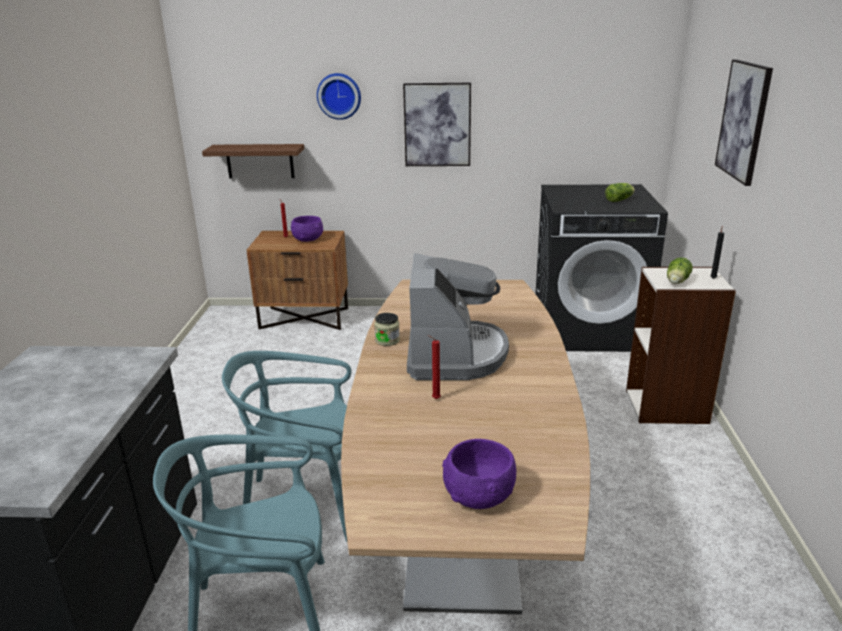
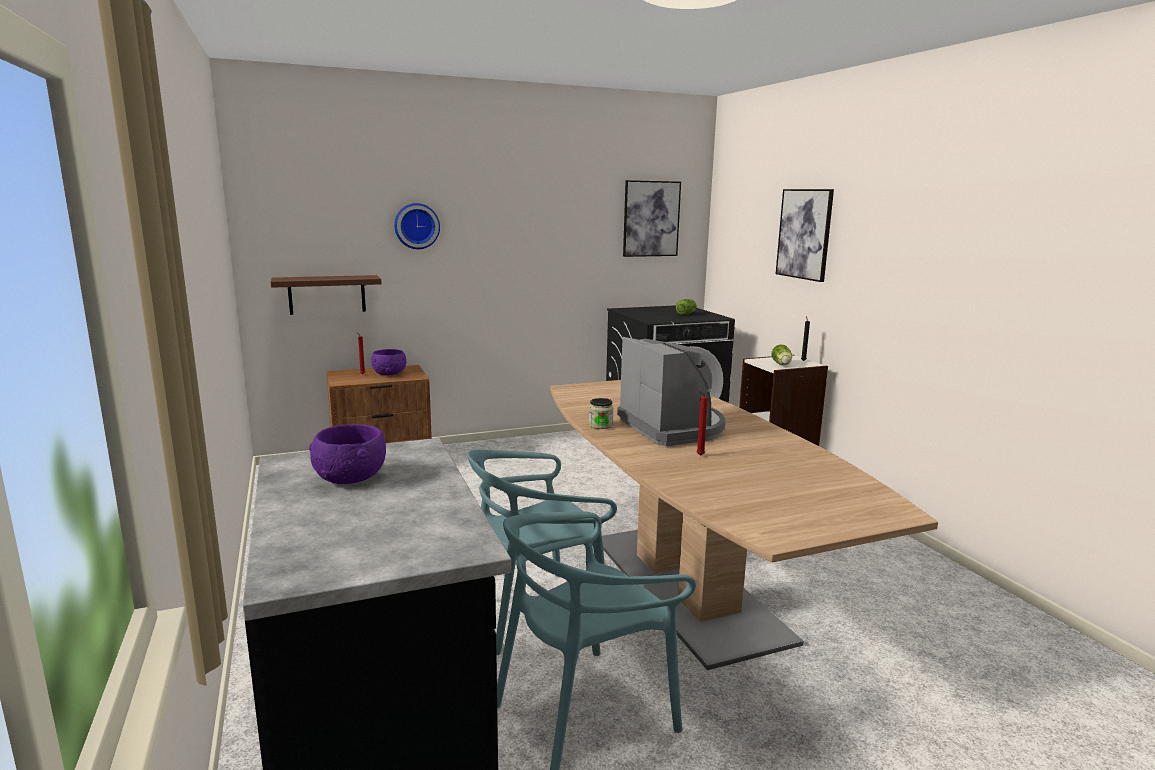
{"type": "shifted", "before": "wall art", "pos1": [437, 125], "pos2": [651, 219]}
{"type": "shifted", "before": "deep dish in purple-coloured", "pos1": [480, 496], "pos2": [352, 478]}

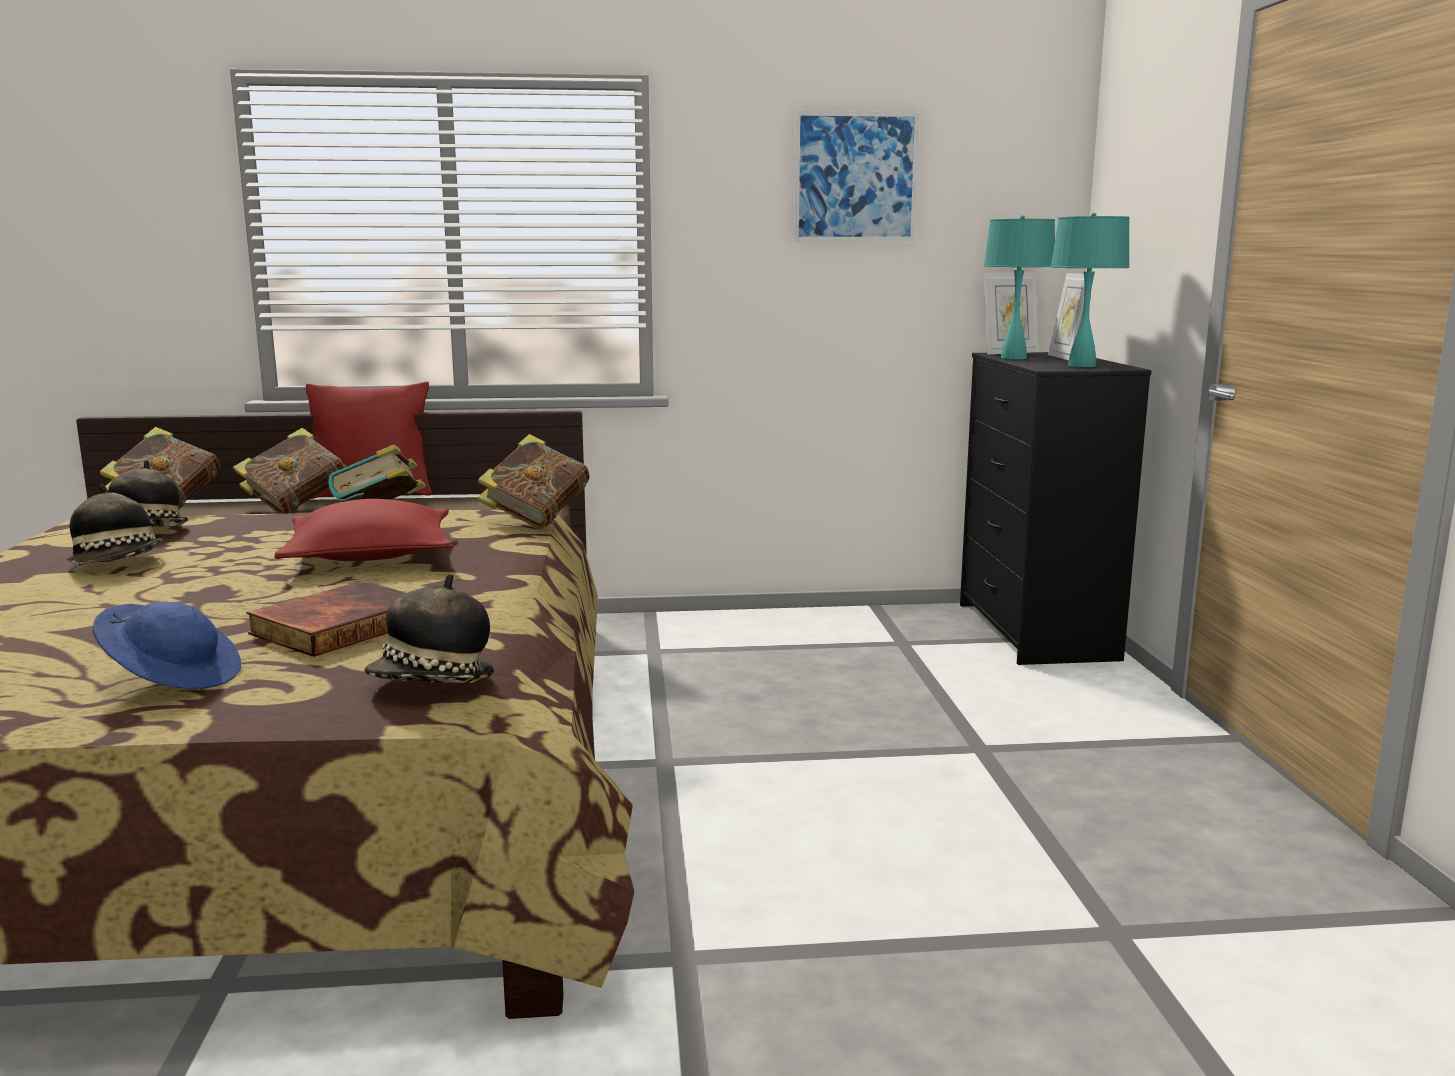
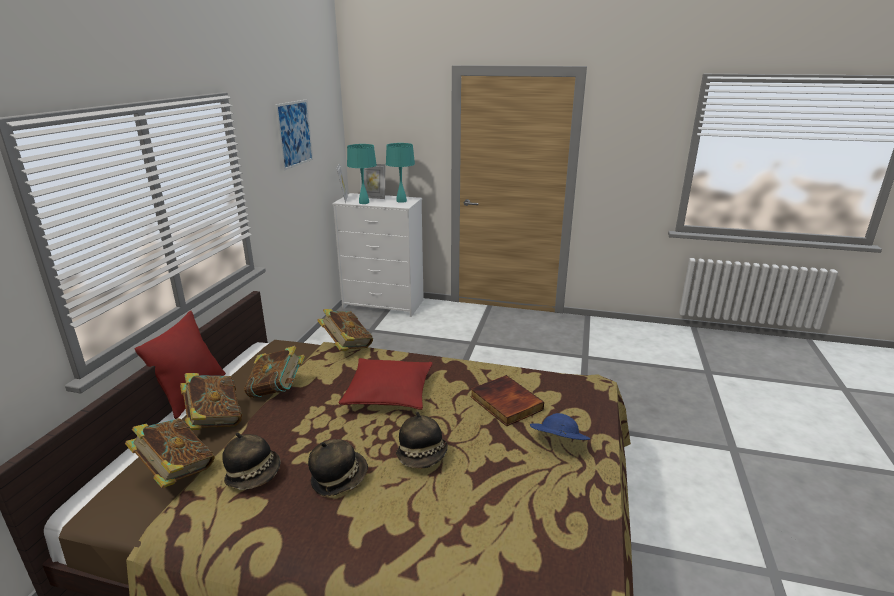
{"type": "shifted", "before": "wearable hat", "pos1": [432, 683], "pos2": [423, 456]}
{"type": "repainted", "before": "chest of drawers in black", "after": "chest of drawers in whitish", "pos1": [1036, 631], "pos2": [384, 304]}

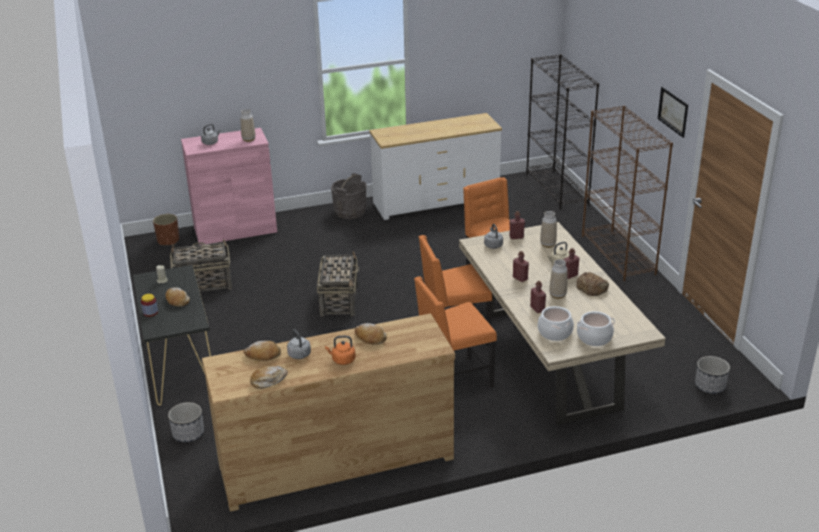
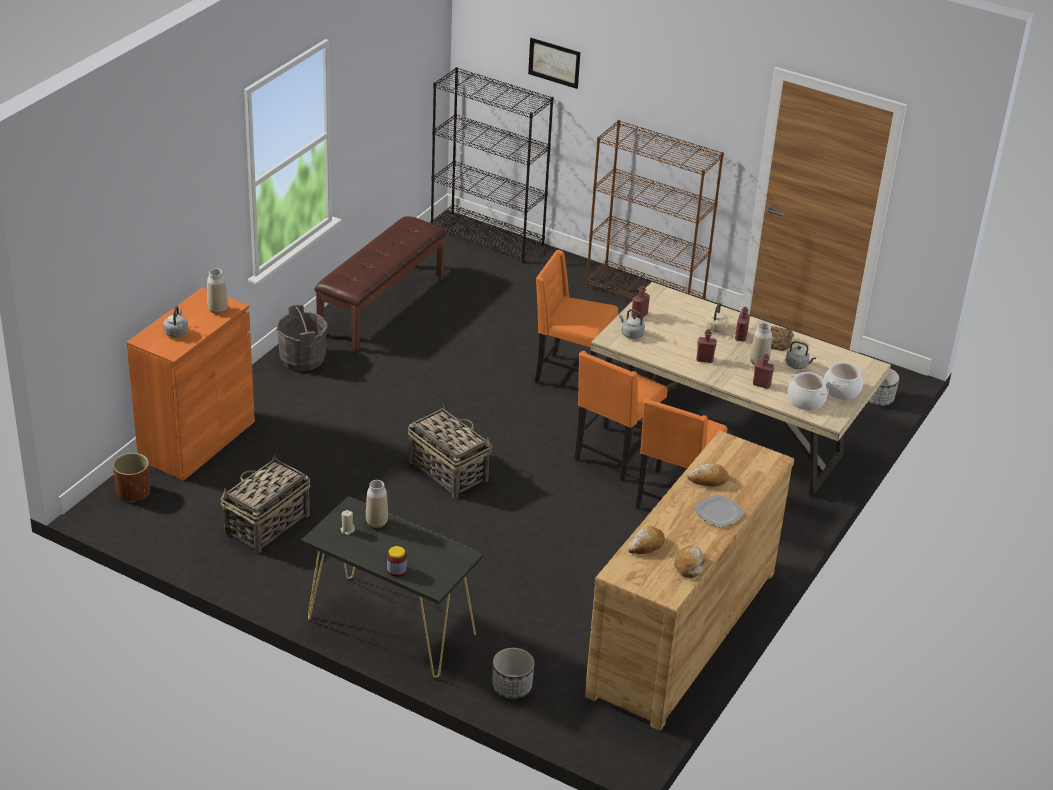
{"type": "gone", "before": "baked bread", "pos1": [177, 300]}
{"type": "repainted", "before": "storage cabinet in pinkish", "after": "storage cabinet in orange", "pos1": [235, 229], "pos2": [197, 440]}
{"type": "shifted", "before": "kettle in gray", "pos1": [300, 355], "pos2": [798, 365]}
{"type": "swapped", "before": "kettle in orange", "after": "plate", "pos1": [342, 360], "pos2": [719, 513]}
{"type": "swapped", "before": "chest of drawers in whitish", "after": "bench in brownish", "pos1": [435, 201], "pos2": [381, 306]}
{"type": "shifted", "before": "decorative vase", "pos1": [548, 245], "pos2": [376, 523]}
{"type": "shifted", "before": "wall art", "pos1": [673, 111], "pos2": [554, 62]}

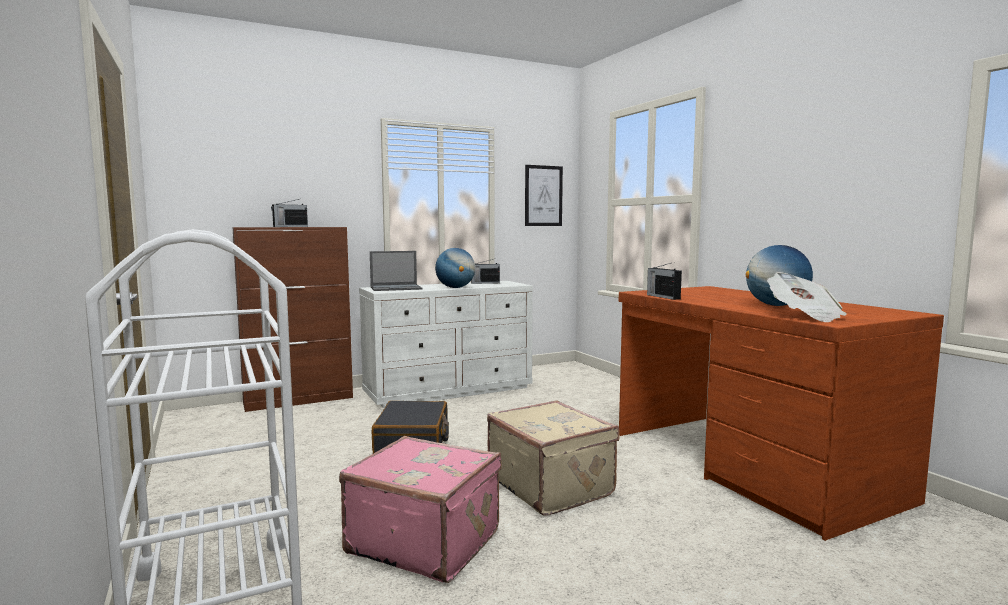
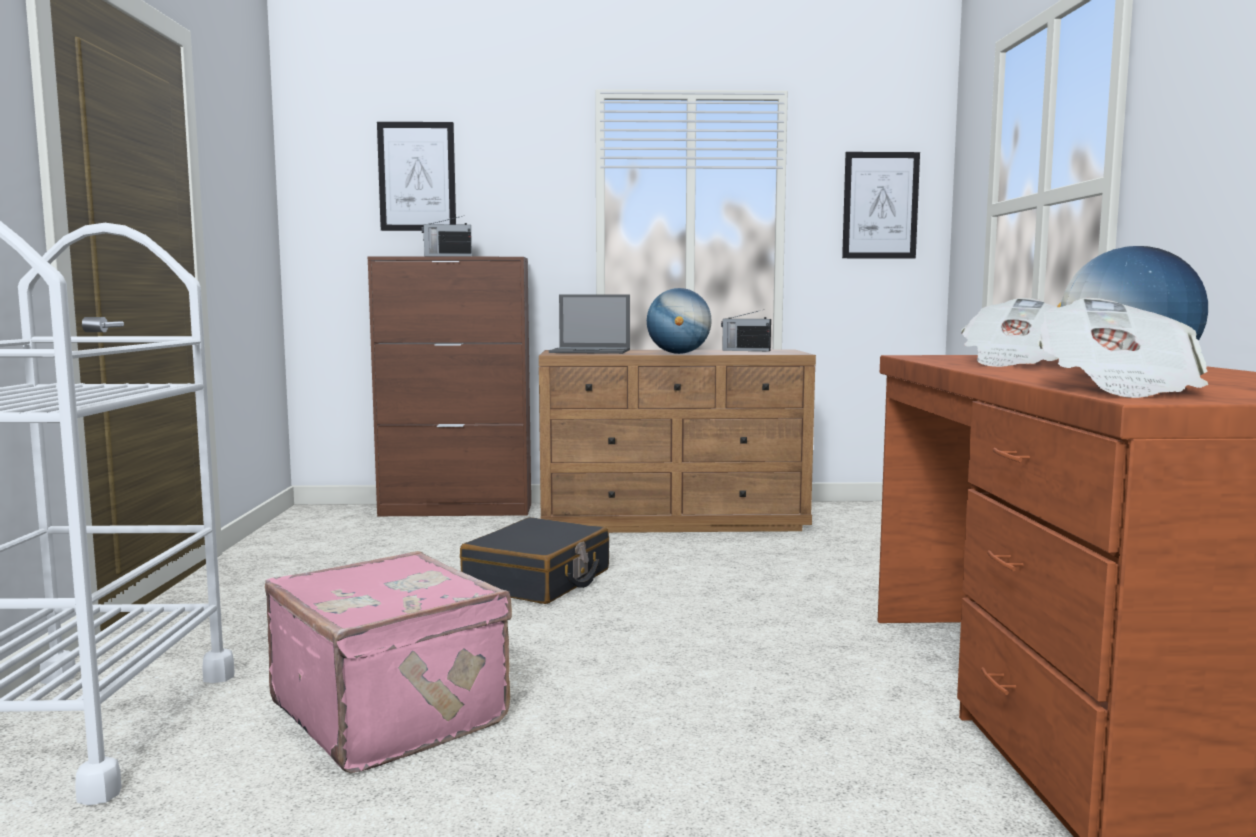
{"type": "repainted", "before": "chest of drawers in whitish", "after": "chest of drawers in brownish", "pos1": [450, 390], "pos2": [675, 521]}
{"type": "gone", "before": "piece of luggage in sand-coloured", "pos1": [551, 486]}
{"type": "gone", "before": "radio set", "pos1": [662, 297]}
{"type": "new", "after": "wall art", "pos2": [417, 176]}
{"type": "new", "after": "newspaper", "pos2": [1015, 363]}

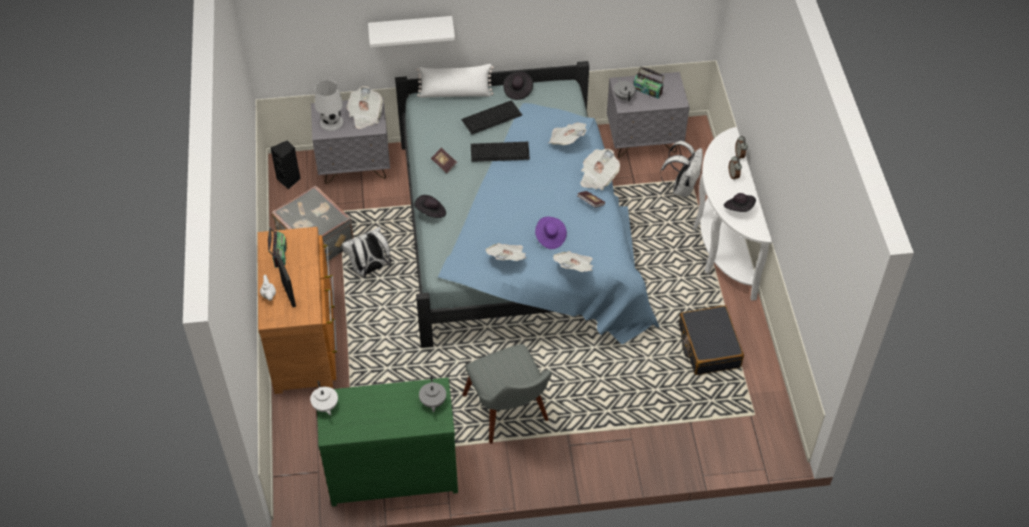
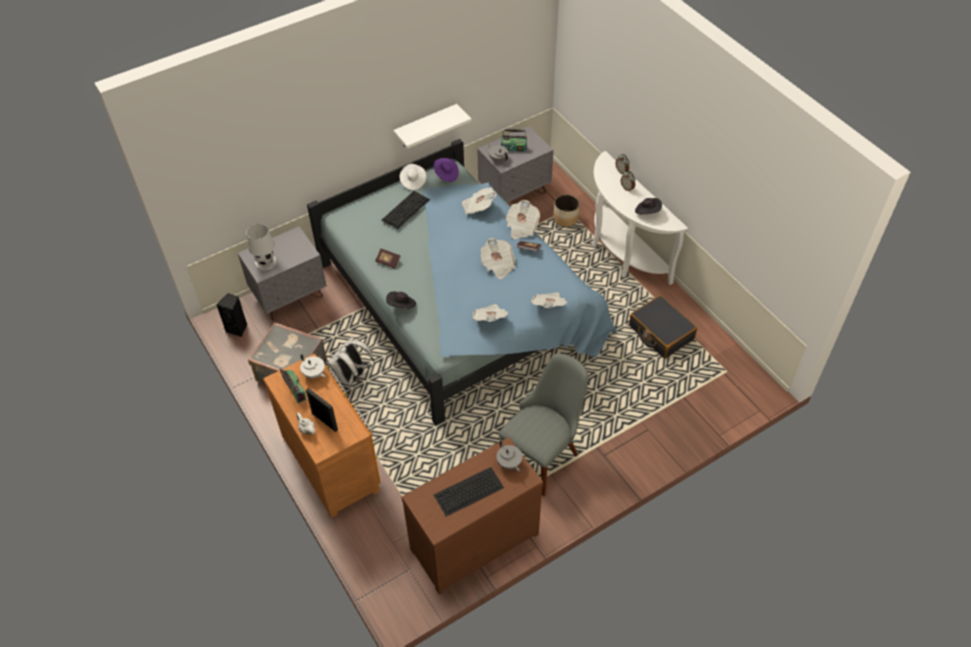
{"type": "shifted", "before": "pot for tea in whitish", "pos1": [325, 406], "pos2": [314, 374]}
{"type": "repainted", "before": "chest of drawers in greenish", "after": "chest of drawers in brownish", "pos1": [391, 469], "pos2": [472, 539]}
{"type": "shifted", "before": "newspaper", "pos1": [365, 115], "pos2": [498, 265]}
{"type": "shifted", "before": "wall shelf in whitish", "pos1": [410, 30], "pos2": [426, 126]}
{"type": "gone", "before": "pillow in whitish", "pos1": [455, 93]}
{"type": "rotated", "before": "upright chair in gray", "pos1": [511, 416], "pos2": [543, 451], "turn": -90}
{"type": "shifted", "before": "computer keyboard", "pos1": [499, 152], "pos2": [468, 492]}
{"type": "repainted", "before": "wearable hat in black", "after": "wearable hat in whitish", "pos1": [517, 90], "pos2": [413, 181]}
{"type": "shifted", "before": "wearable hat in purple-coloured", "pos1": [550, 238], "pos2": [446, 174]}
{"type": "swapped", "before": "backpack in whitish", "after": "plant pot", "pos1": [682, 187], "pos2": [565, 218]}

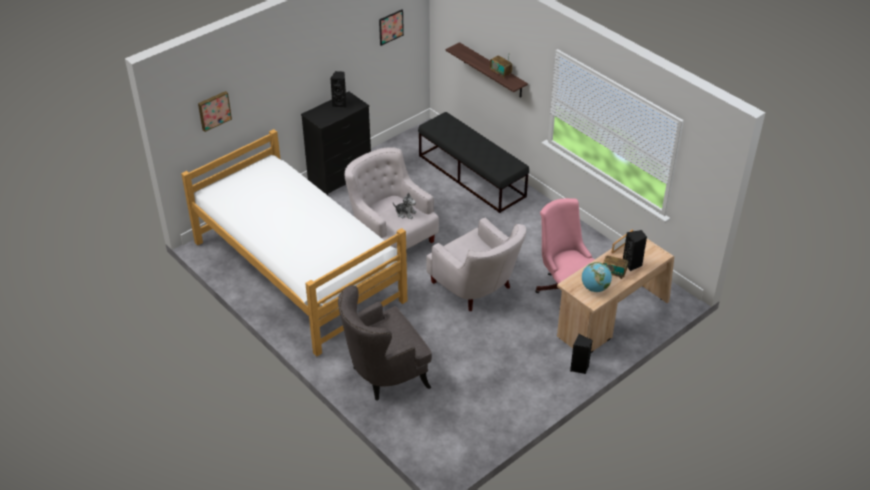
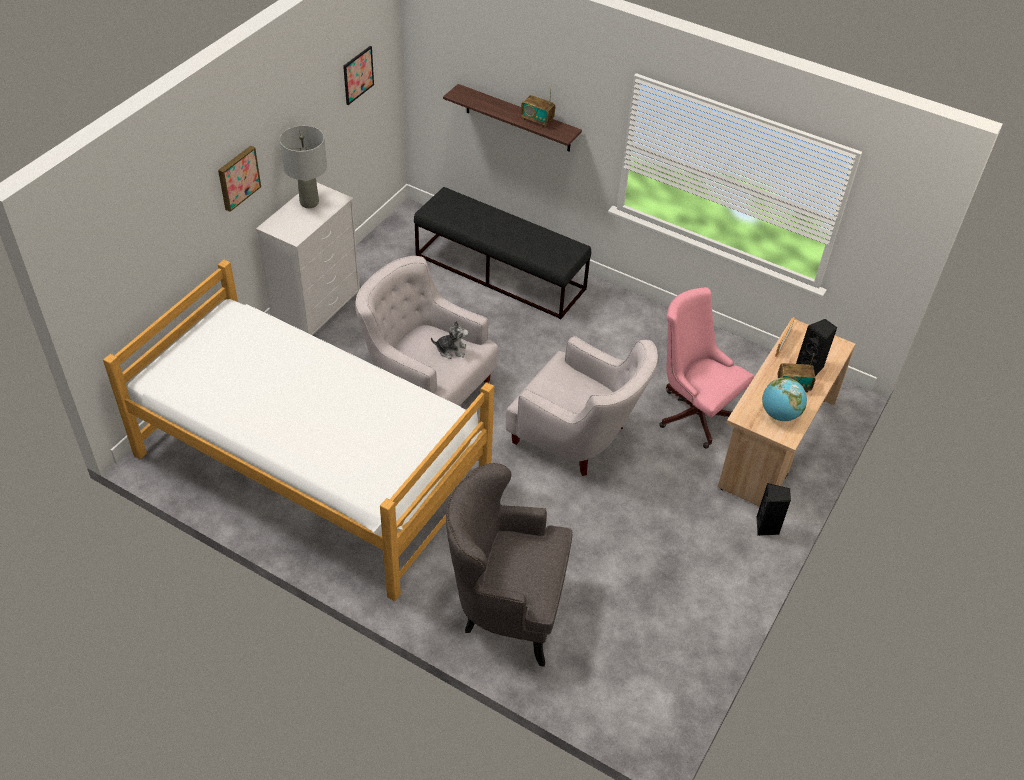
{"type": "shifted", "before": "wall art", "pos1": [214, 110], "pos2": [237, 177]}
{"type": "repainted", "before": "chest of drawers in black", "after": "chest of drawers in whitish", "pos1": [340, 177], "pos2": [317, 309]}
{"type": "swapped", "before": "speaker in black", "after": "tabletop lamp in gray", "pos1": [340, 104], "pos2": [309, 202]}
{"type": "rotated", "before": "lounge chair in gray", "pos1": [384, 375], "pos2": [506, 607], "turn": 60}

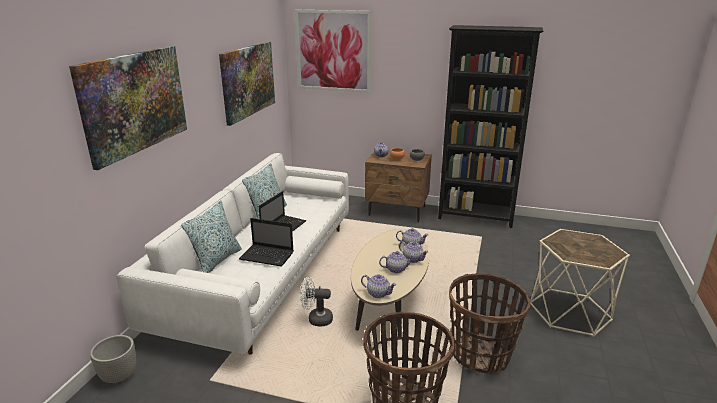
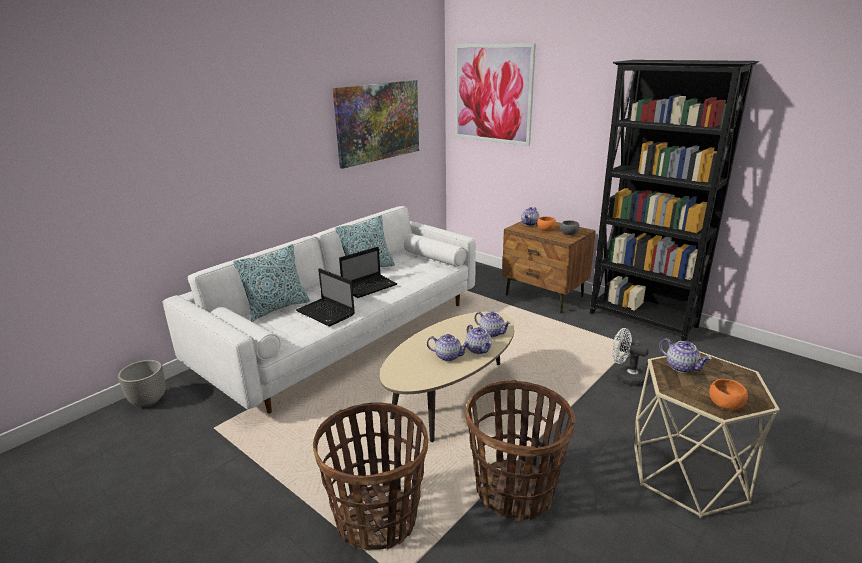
{"type": "gone", "before": "wall art", "pos1": [135, 102]}
{"type": "shifted", "before": "electric fan in whitish", "pos1": [316, 319], "pos2": [625, 378]}
{"type": "shifted", "before": "pot for tea", "pos1": [378, 293], "pos2": [682, 367]}
{"type": "new", "after": "deep dish in orange", "pos2": [724, 405]}

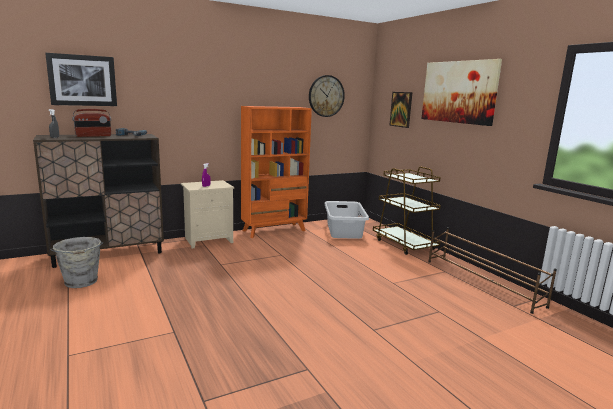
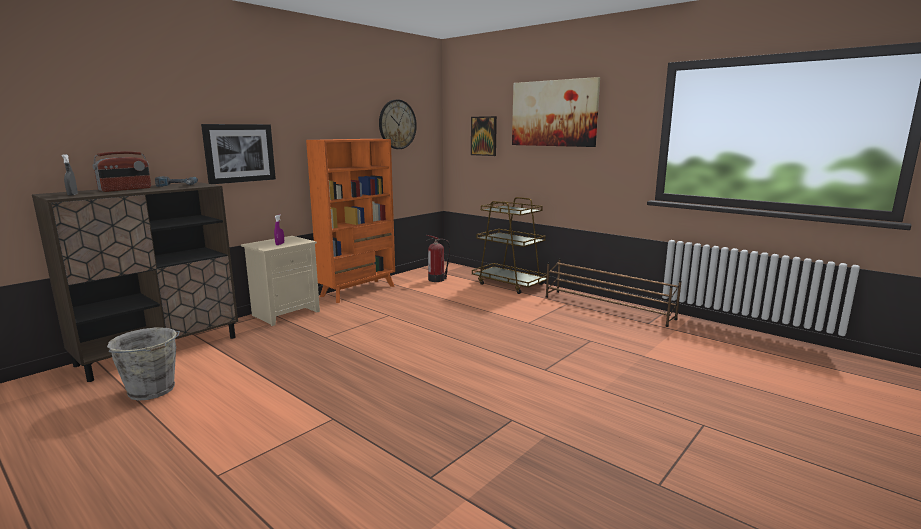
{"type": "shifted", "before": "wall art", "pos1": [82, 80], "pos2": [239, 153]}
{"type": "swapped", "before": "hamper in gray", "after": "extinguisher", "pos1": [344, 230], "pos2": [437, 279]}

